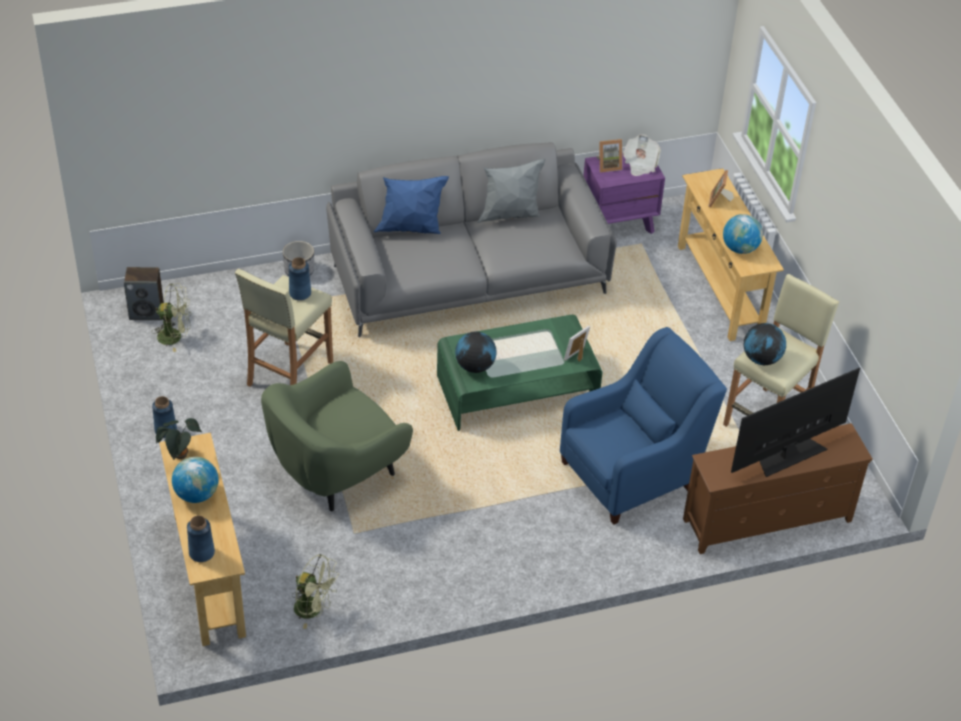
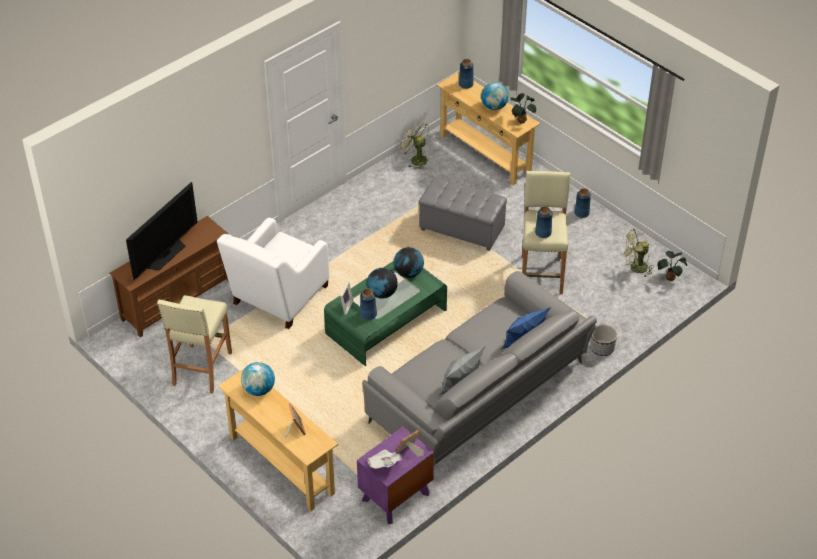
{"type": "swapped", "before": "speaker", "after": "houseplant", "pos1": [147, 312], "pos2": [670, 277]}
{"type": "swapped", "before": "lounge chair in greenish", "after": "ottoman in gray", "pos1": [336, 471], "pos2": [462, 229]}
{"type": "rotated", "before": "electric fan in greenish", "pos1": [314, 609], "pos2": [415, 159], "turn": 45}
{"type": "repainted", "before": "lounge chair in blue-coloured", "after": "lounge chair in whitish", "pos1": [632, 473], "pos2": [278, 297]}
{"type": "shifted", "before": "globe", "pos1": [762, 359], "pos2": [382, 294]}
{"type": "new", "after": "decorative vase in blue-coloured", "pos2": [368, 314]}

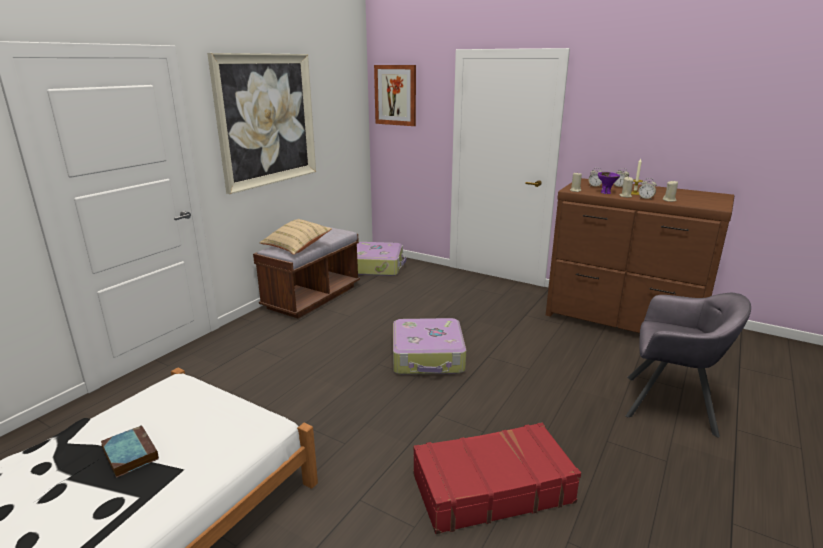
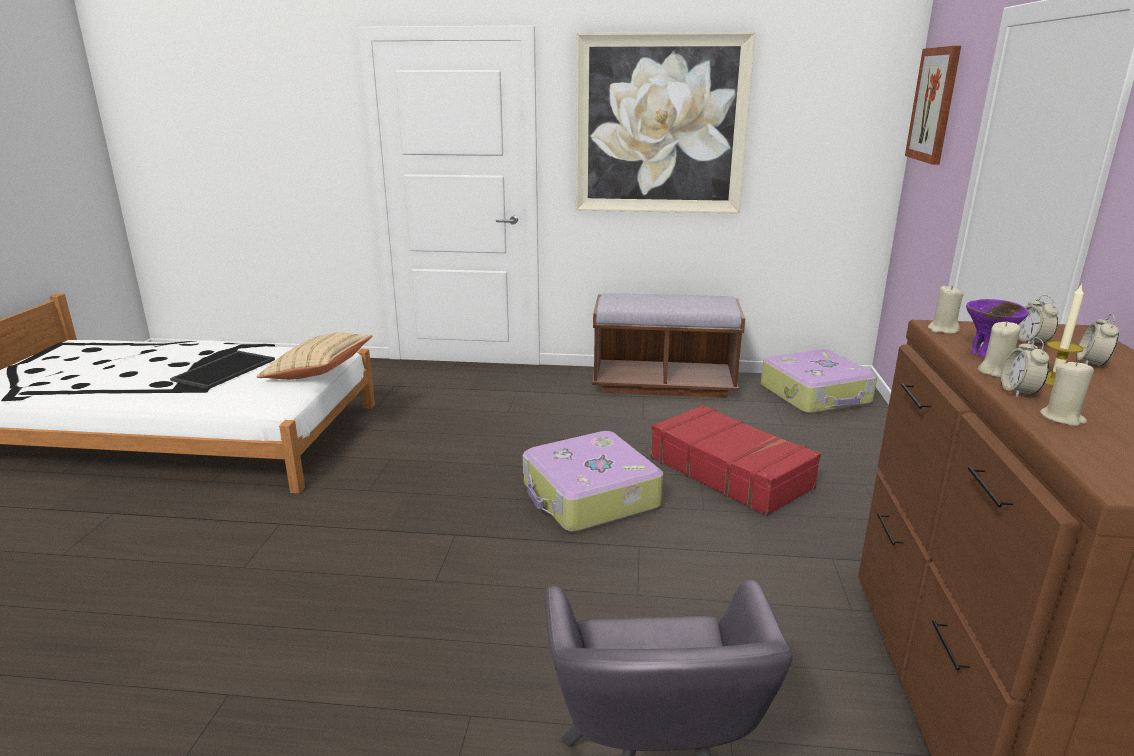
{"type": "swapped", "before": "book", "after": "carrying tray", "pos1": [129, 454], "pos2": [224, 369]}
{"type": "shifted", "before": "pillow in sand-coloured", "pos1": [296, 246], "pos2": [318, 372]}
{"type": "shifted", "before": "piece of luggage in reddish", "pos1": [491, 488], "pos2": [730, 472]}

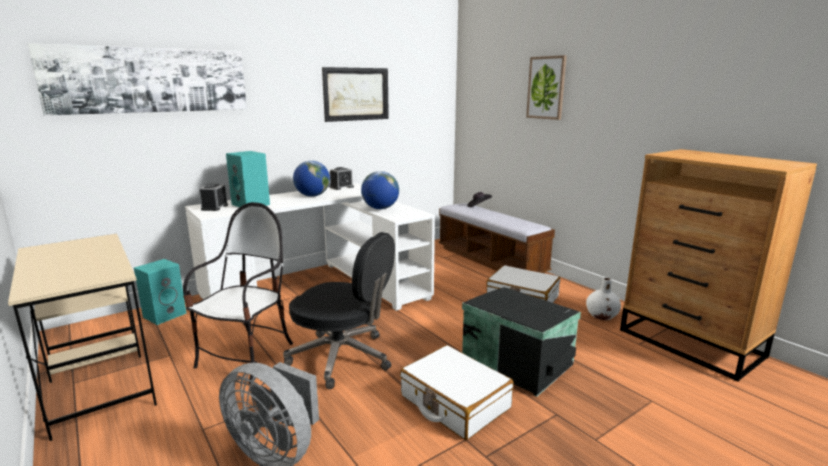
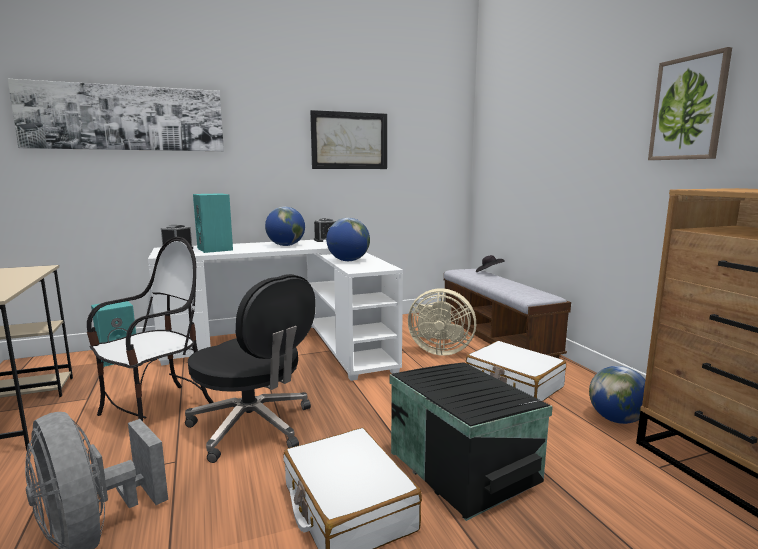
{"type": "shifted", "before": "wall art", "pos1": [546, 88], "pos2": [688, 108]}
{"type": "swapped", "before": "decorative vase in whitish", "after": "globe", "pos1": [602, 315], "pos2": [616, 419]}
{"type": "new", "after": "electric fan in sand-coloured", "pos2": [439, 350]}

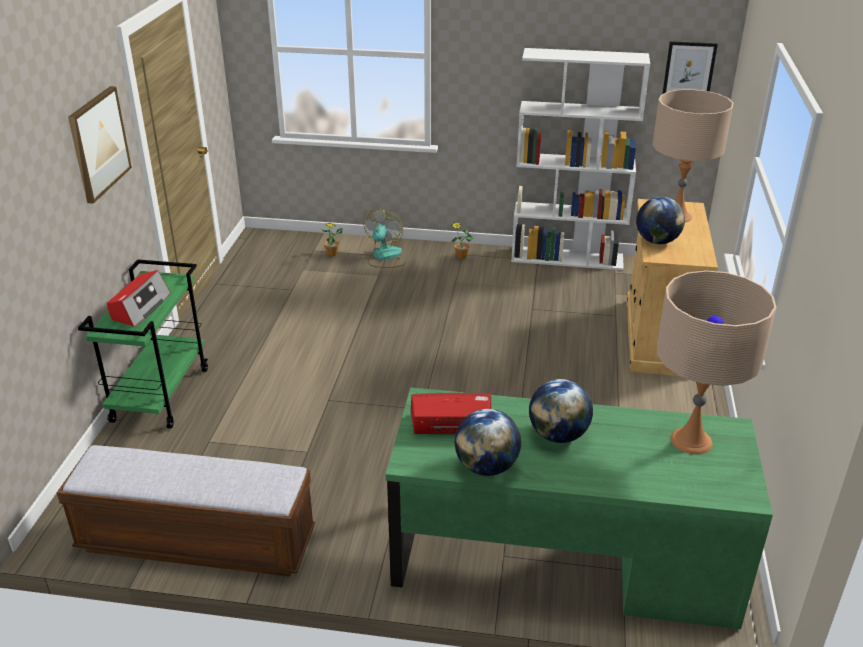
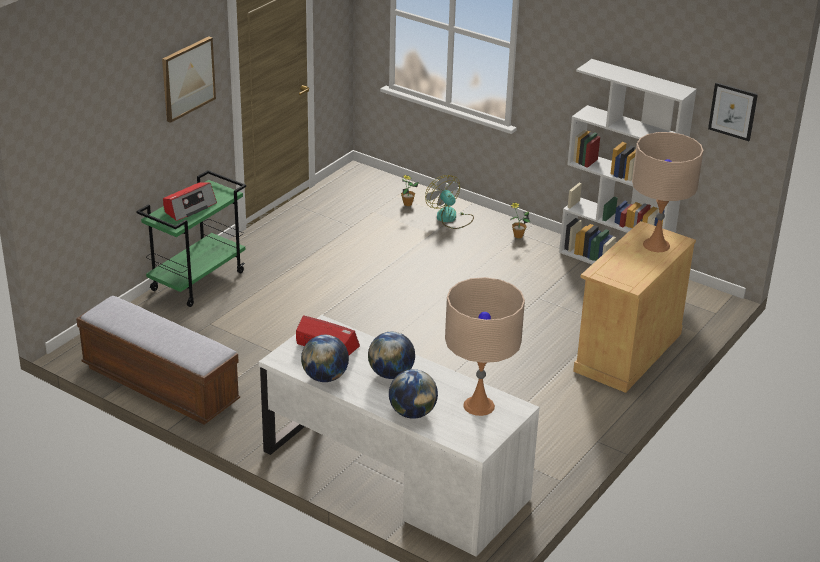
{"type": "rotated", "before": "electric fan", "pos1": [384, 257], "pos2": [450, 218], "turn": -75}
{"type": "repainted", "before": "desk table in greenish", "after": "desk table in whitish", "pos1": [563, 557], "pos2": [394, 475]}
{"type": "shifted", "before": "globe", "pos1": [657, 241], "pos2": [412, 413]}

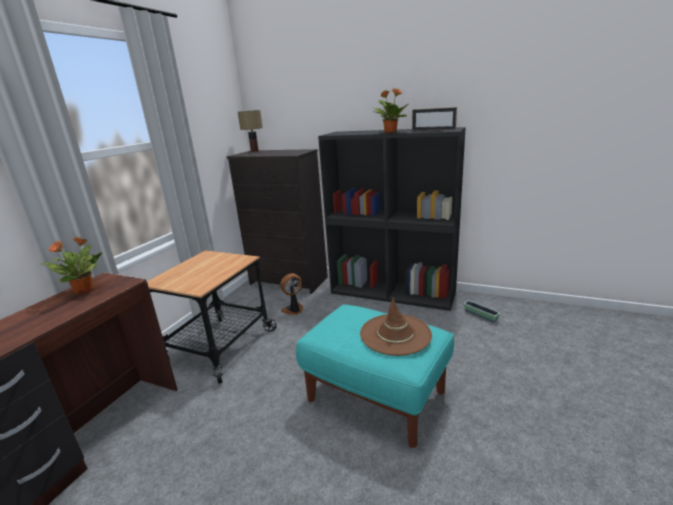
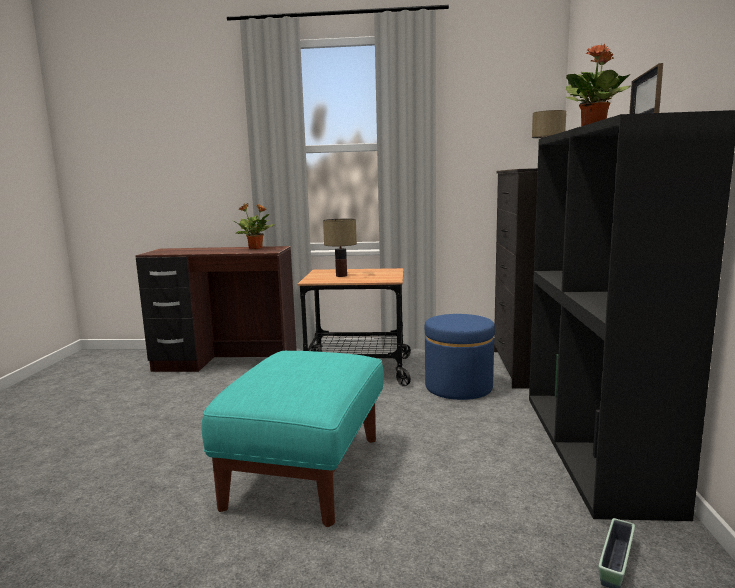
{"type": "swapped", "before": "electric fan", "after": "ottoman in blue-coloured", "pos1": [294, 310], "pos2": [458, 387]}
{"type": "gone", "before": "wearable hat in brownish", "pos1": [395, 334]}
{"type": "new", "after": "tabletop lamp", "pos2": [341, 275]}

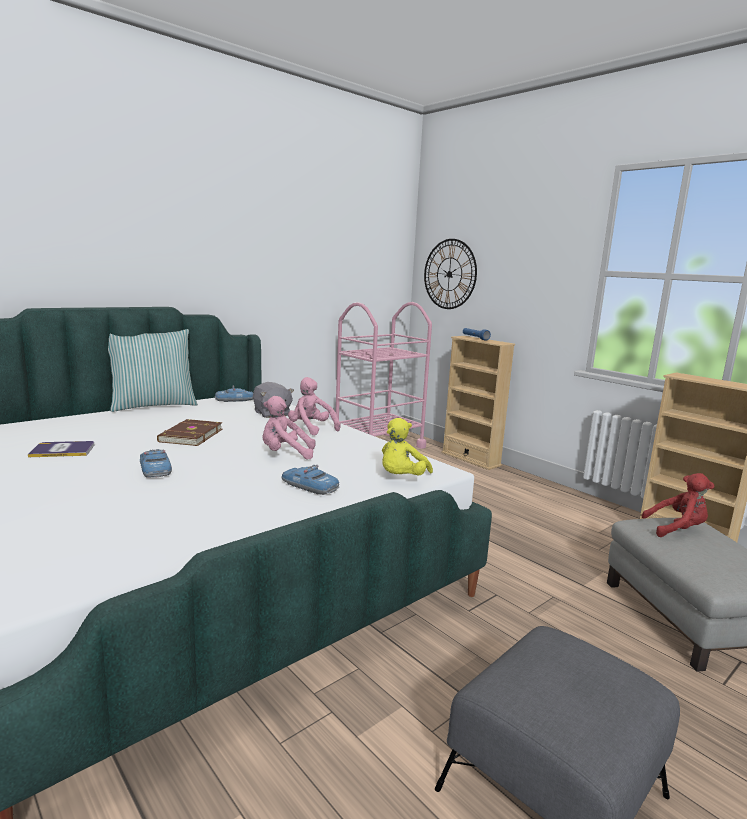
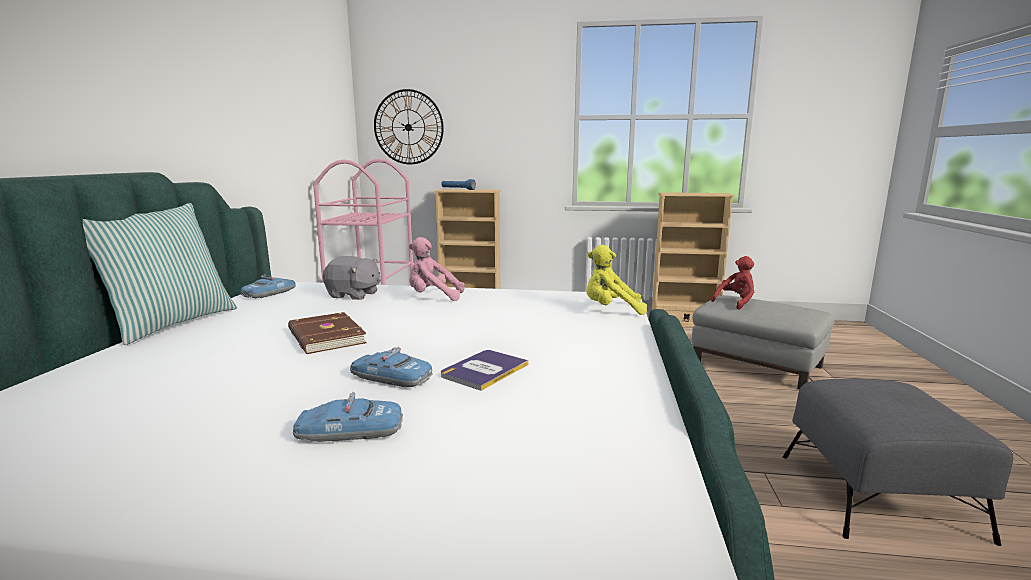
{"type": "shifted", "before": "book", "pos1": [63, 450], "pos2": [484, 370]}
{"type": "gone", "before": "plush toy in pinkish", "pos1": [285, 454]}
{"type": "shifted", "before": "miniature car", "pos1": [309, 487], "pos2": [350, 432]}
{"type": "rotated", "before": "plush toy in yellowish", "pos1": [401, 478], "pos2": [611, 310], "turn": 105}

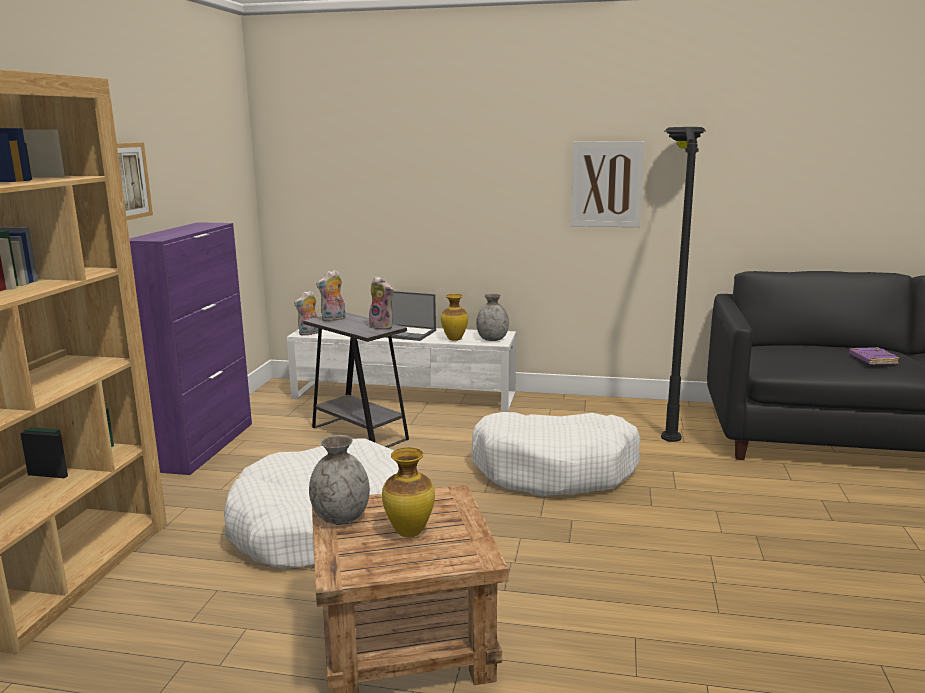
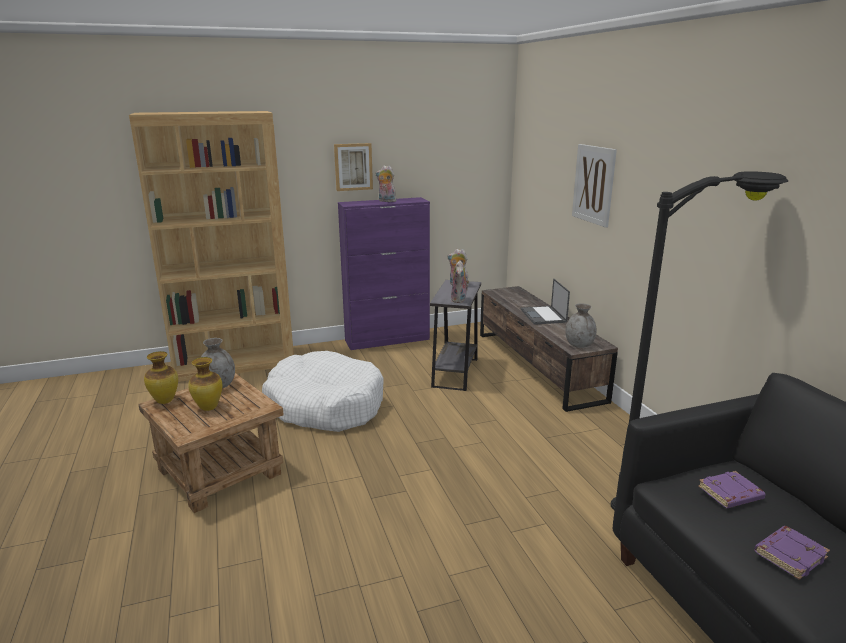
{"type": "repainted", "before": "media console in whitish", "after": "media console in brownish", "pos1": [405, 396], "pos2": [537, 365]}
{"type": "shifted", "before": "plush toy", "pos1": [309, 333], "pos2": [386, 201]}
{"type": "shifted", "before": "decorative vase", "pos1": [454, 339], "pos2": [165, 401]}
{"type": "gone", "before": "dog cushion in whitish", "pos1": [555, 470]}
{"type": "shifted", "before": "wall art", "pos1": [606, 184], "pos2": [594, 184]}
{"type": "new", "after": "book in purple-coloured", "pos2": [730, 494]}

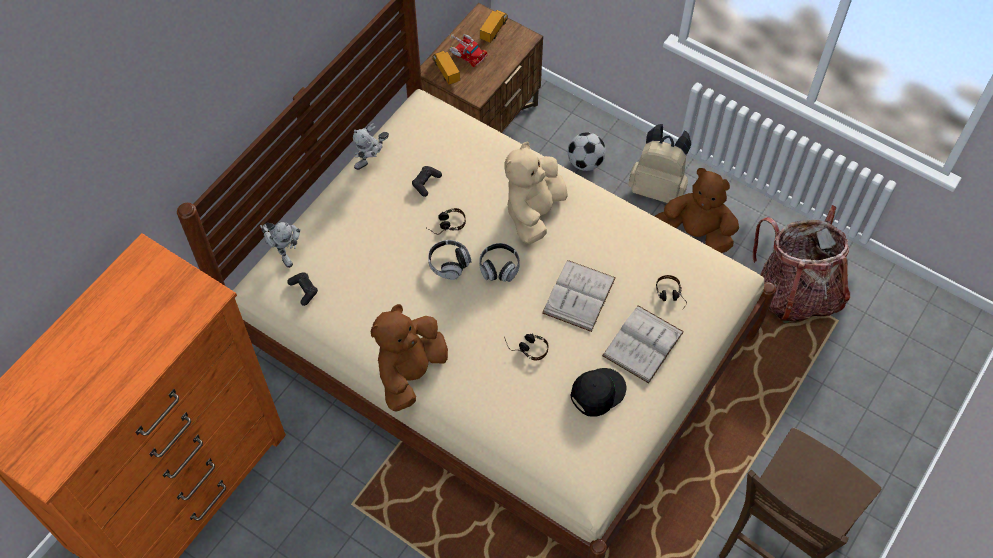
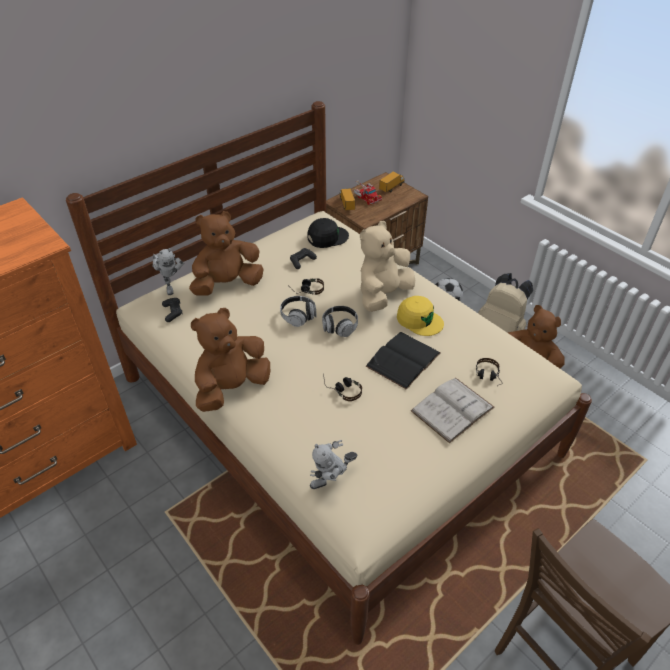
{"type": "shifted", "before": "toy robot", "pos1": [372, 161], "pos2": [332, 482]}
{"type": "repainted", "before": "book in whitish", "after": "book in black", "pos1": [579, 295], "pos2": [403, 359]}
{"type": "shifted", "before": "peaked cap in black", "pos1": [597, 392], "pos2": [327, 237]}
{"type": "gone", "before": "backpack", "pos1": [796, 293]}
{"type": "new", "after": "plush toy in brownish", "pos2": [227, 284]}
{"type": "new", "after": "peaked cap in yellowish", "pos2": [419, 320]}

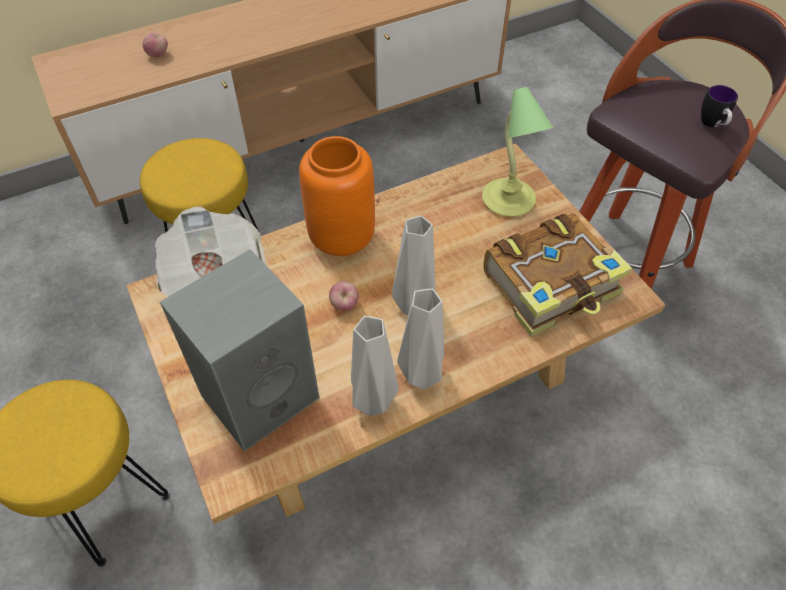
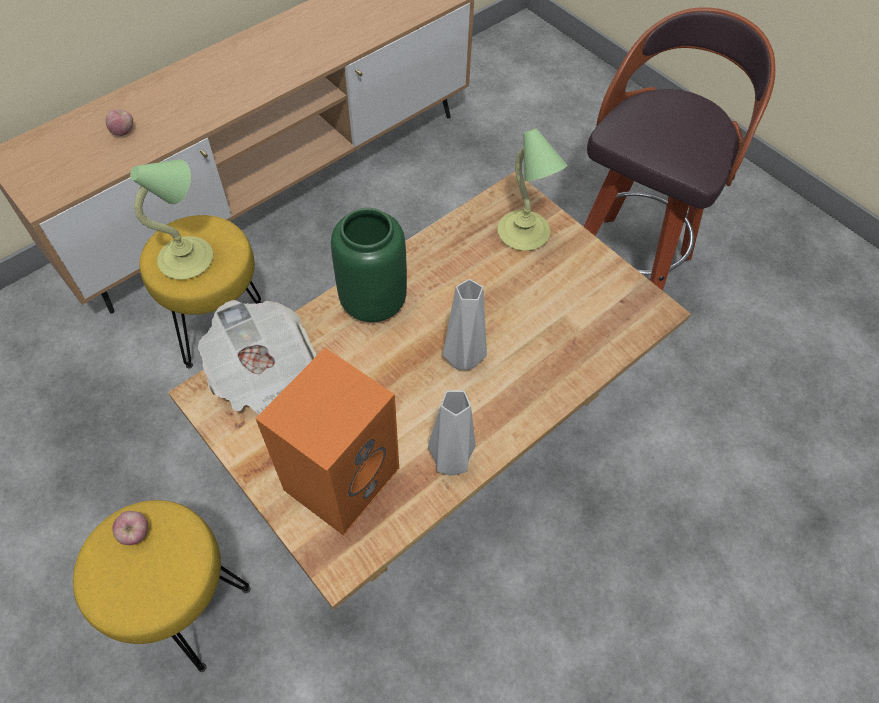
{"type": "repainted", "before": "speaker in gray", "after": "speaker in orange", "pos1": [261, 393], "pos2": [342, 476]}
{"type": "repainted", "before": "decorative vase in orange", "after": "decorative vase in greenish", "pos1": [343, 239], "pos2": [374, 302]}
{"type": "shifted", "before": "whole apple", "pos1": [344, 305], "pos2": [136, 533]}
{"type": "gone", "before": "decorative vase in gray", "pos1": [419, 375]}
{"type": "gone", "before": "book", "pos1": [552, 285]}
{"type": "gone", "before": "tea mug", "pos1": [712, 125]}
{"type": "new", "after": "tabletop lamp", "pos2": [188, 259]}

